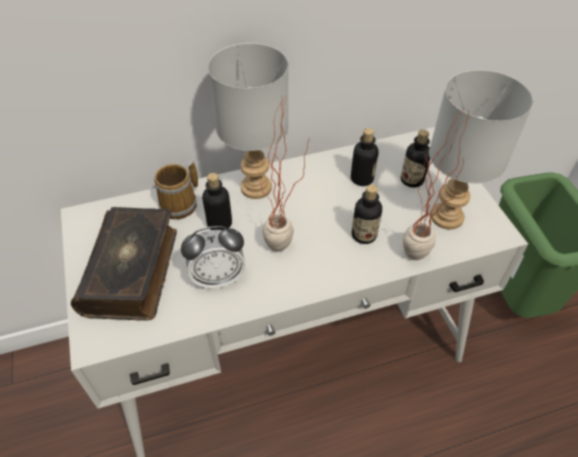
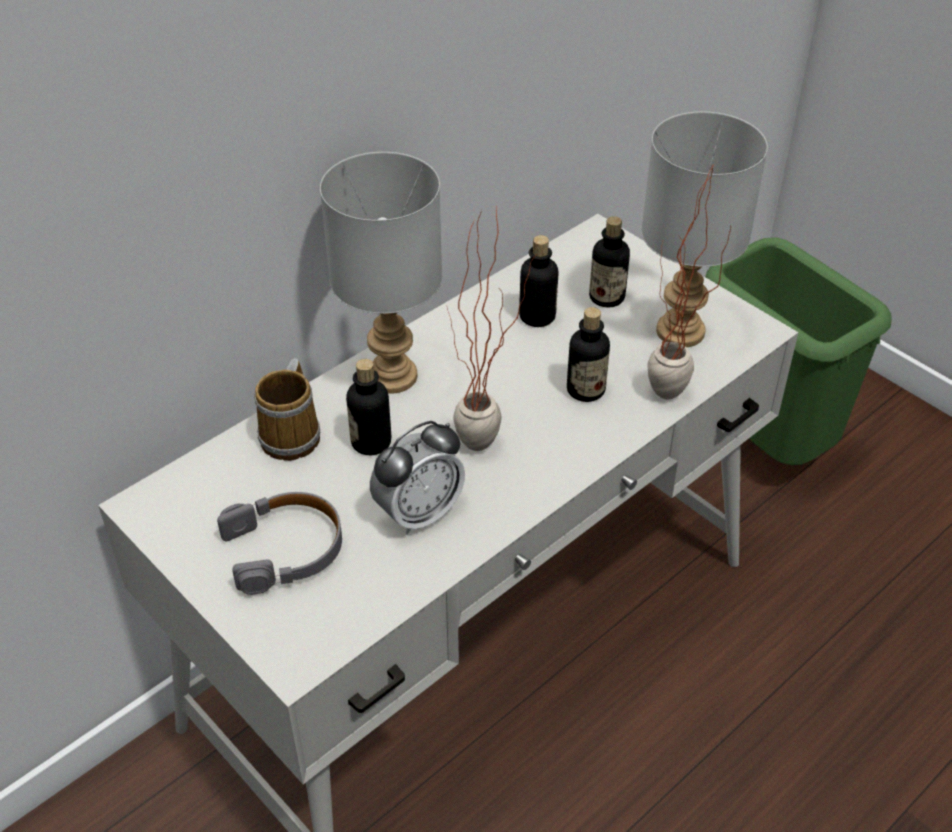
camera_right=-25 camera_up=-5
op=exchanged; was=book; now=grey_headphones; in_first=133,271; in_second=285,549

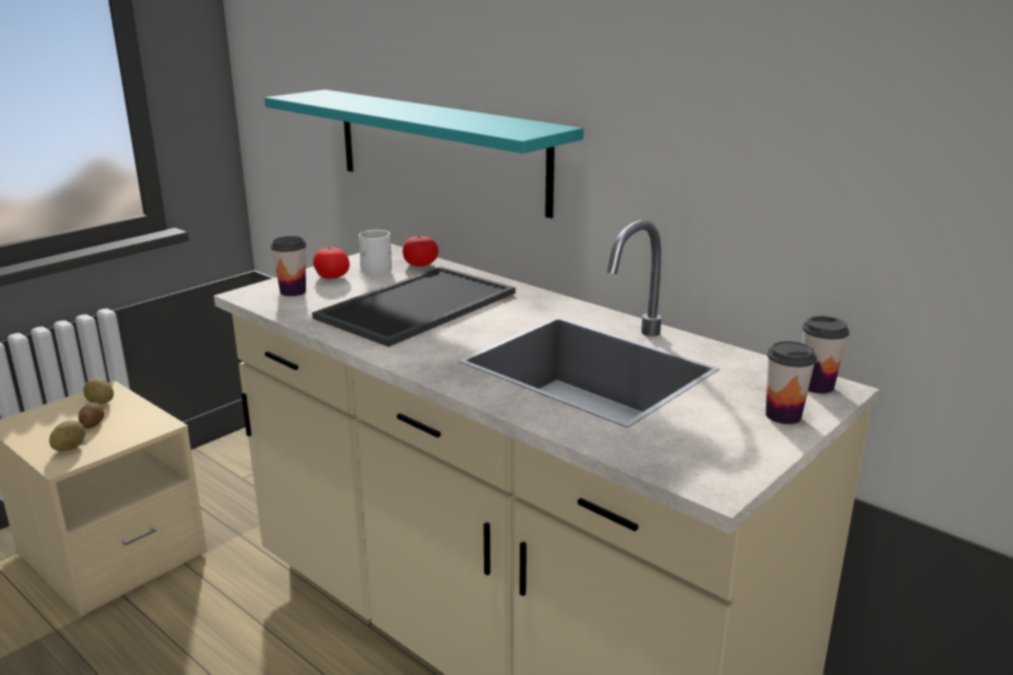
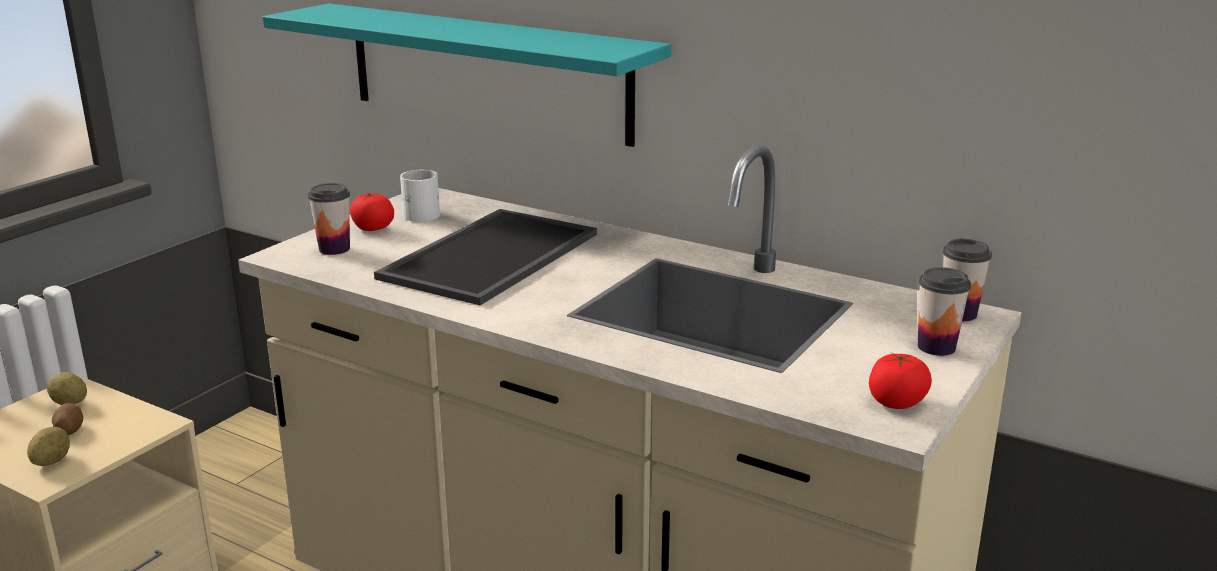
camera_right=-10 camera_up=0
op=relocated; was=tomato; in_first=421,264; in_second=896,402

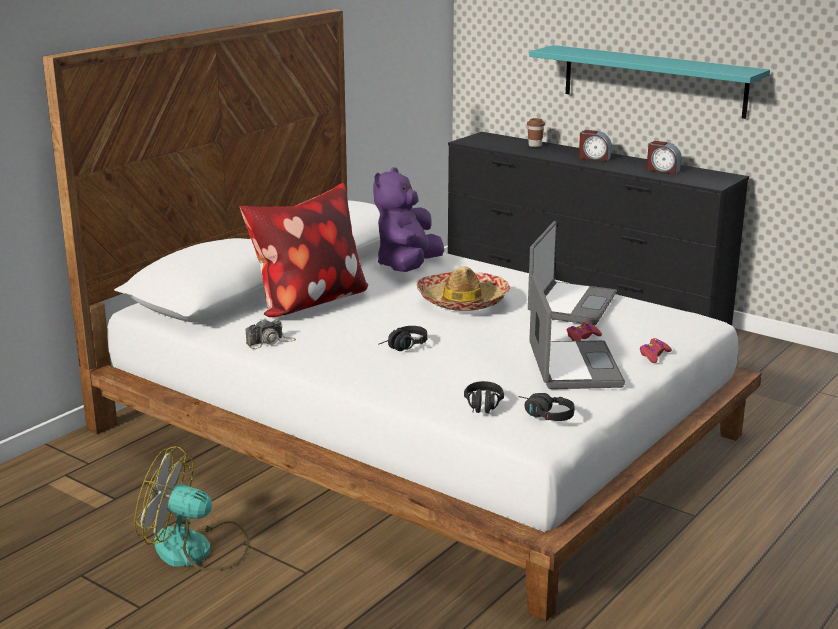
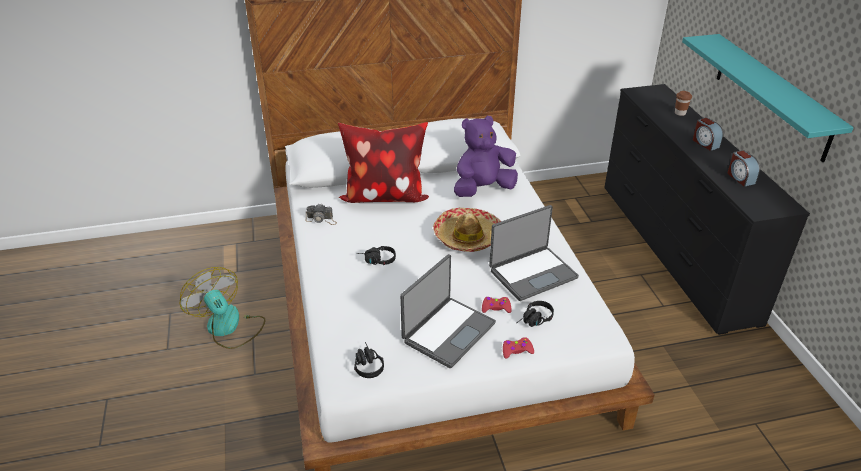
camera_right=40 camera_up=15
op=relocated; was=black_headphones; in_first=483,408; in_second=534,321

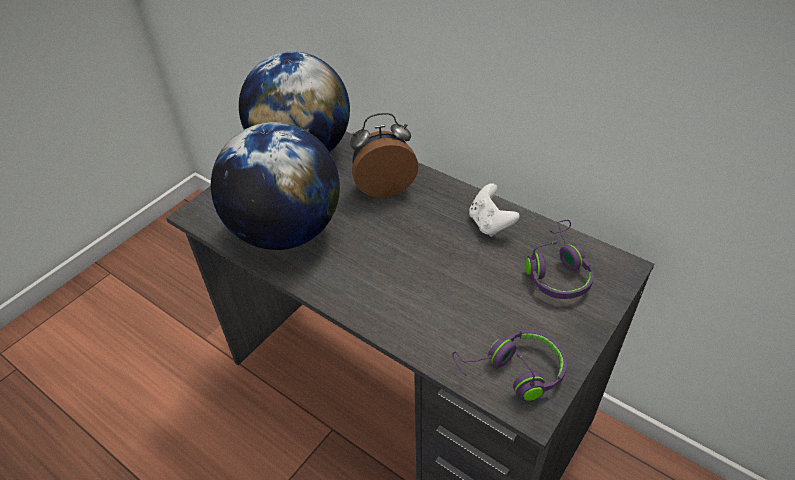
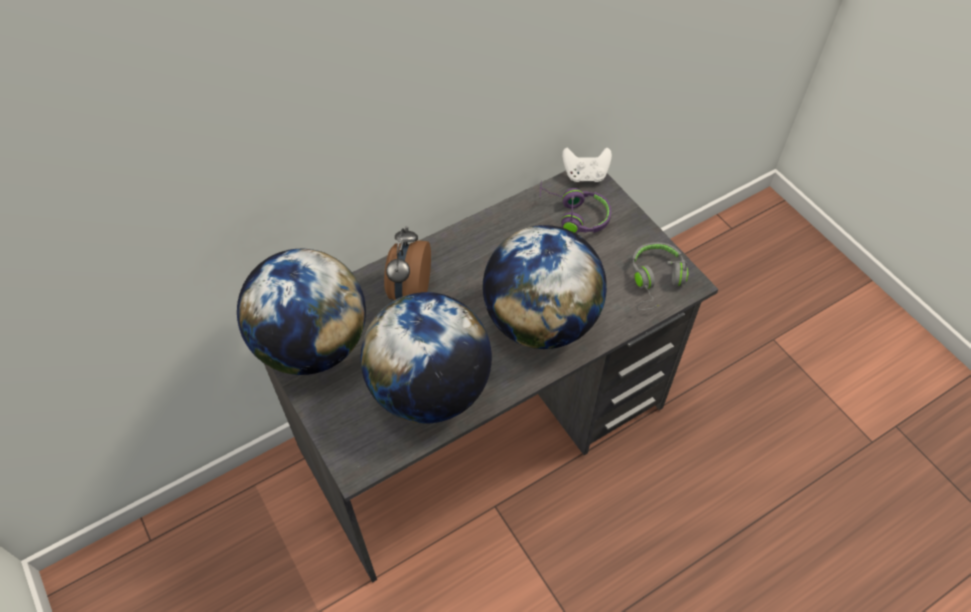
camera_right=-70 camera_up=10
op=appeared; now=globe; in_second=540,321
op=relocated; was=white_game_controller; in_first=490,224; in_second=585,175
op=colour; was=purple_headphones; now=grey_headphones; in_first=513,372; in_second=655,281

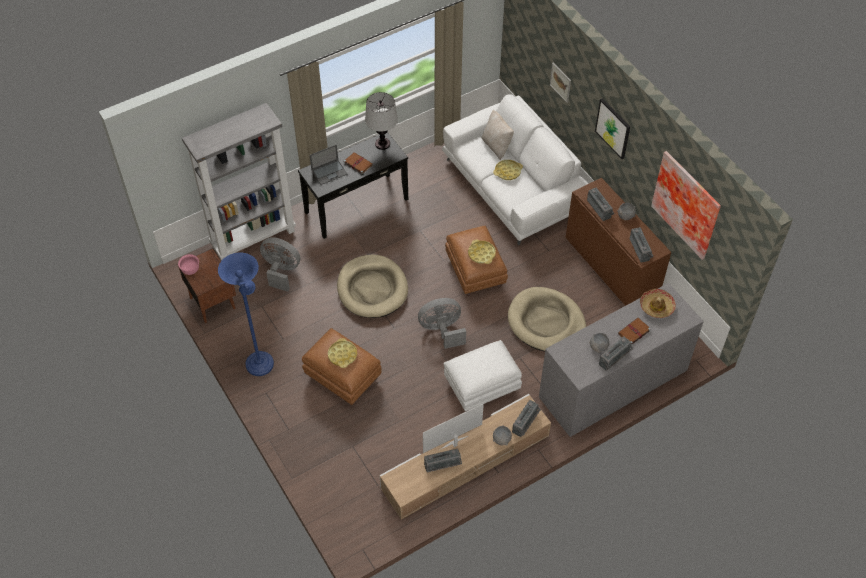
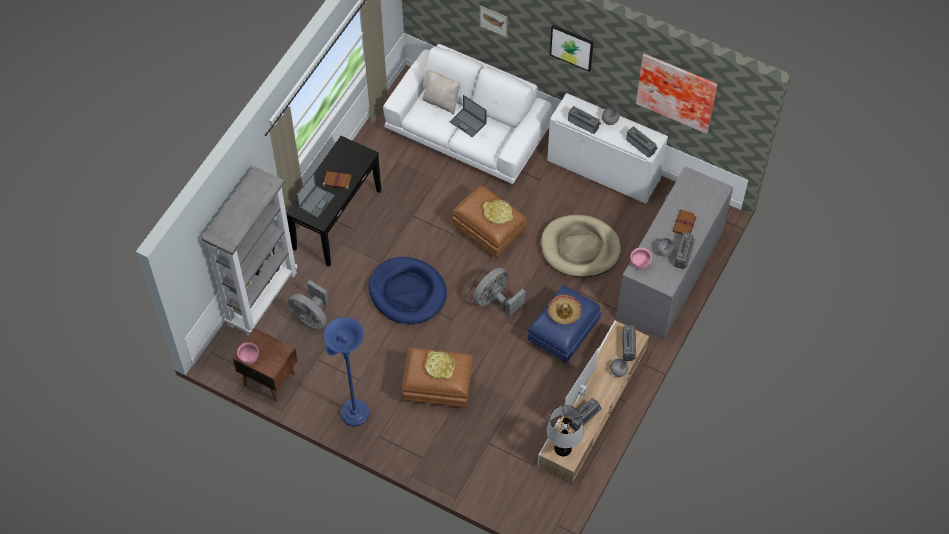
camera_right=-30 camera_up=5
op=spun; was=grey_fan; in_first=281,271; in_second=311,317; clockwise=-135
op=colour; was=beige_dog_bed; now=blue_dog_bed; in_first=372,288; in_second=407,292
op=exchanged; was=yellow_tray; now=laptop; in_first=507,172; in_second=468,123
op=colour; was=white_ottoman; now=blue_ottoman; in_first=481,387; in_second=563,335
op=colour; was=brown_cabinet; now=white_cabinet; in_first=611,267; in_second=603,170
op=relocated; was=table_lamp; in_first=382,144; in_second=563,448
op=relocated; was=hat; in_first=656,306; in_second=564,312
op=appeared; now=pink_bowl; in_second=640,263

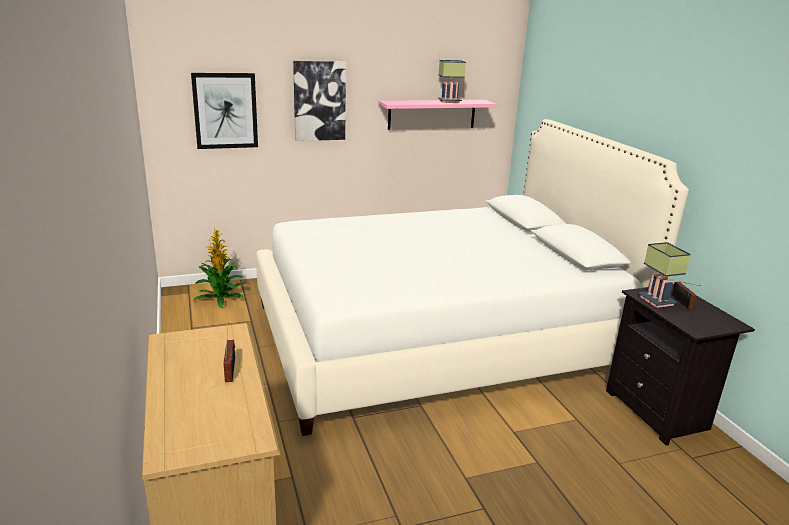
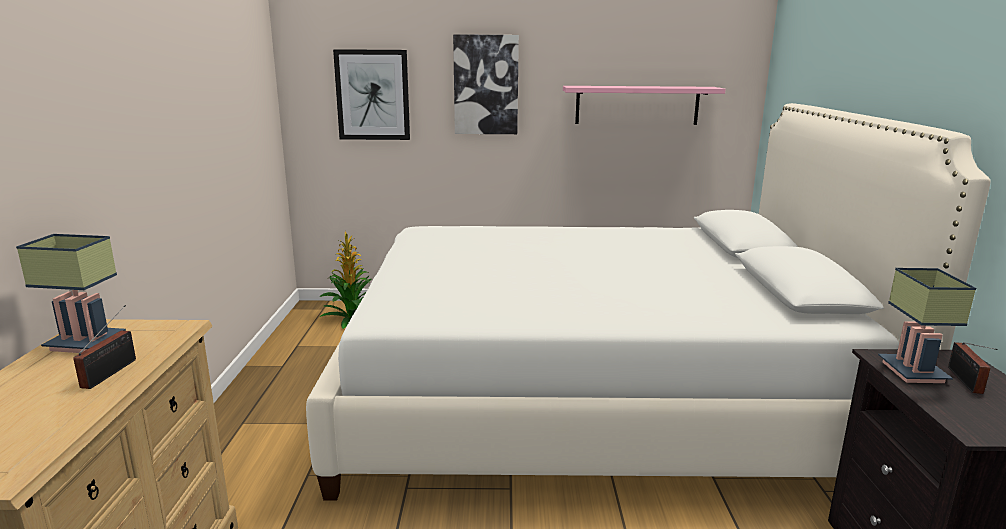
camera_right=20 camera_up=-5
op=relocated; was=table_lamp; in_first=450,101; in_second=90,343

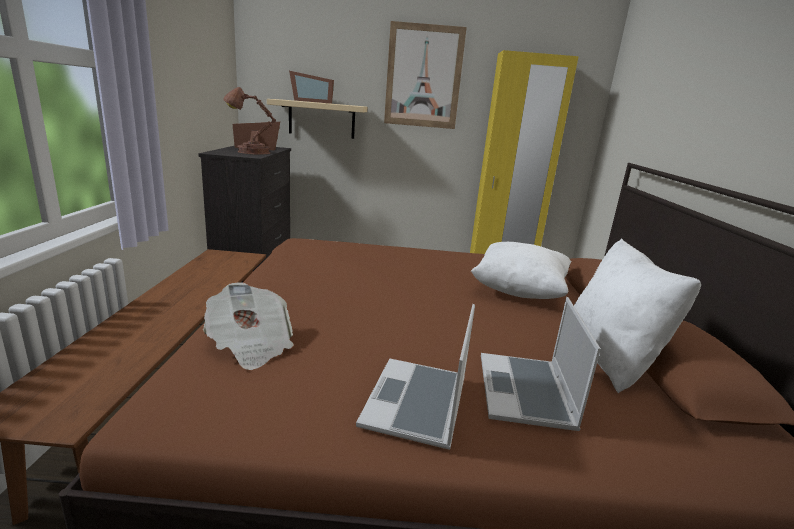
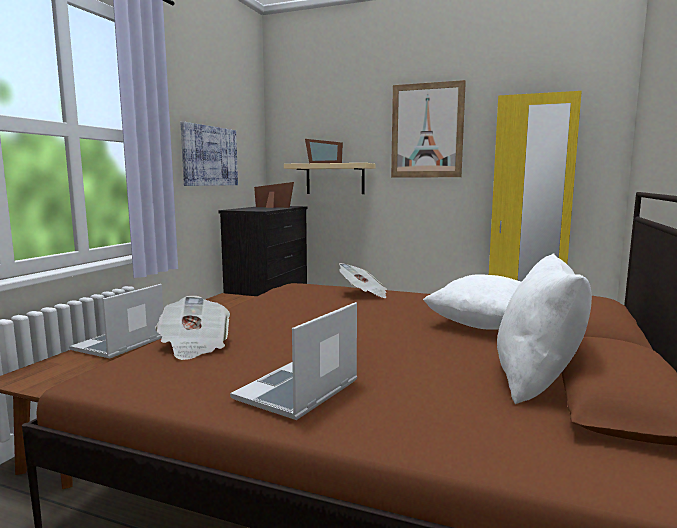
camera_right=20 camera_up=-10
op=relocated; was=laptop; in_first=526,393; in_second=119,344
op=appeared; now=picture; in_second=209,156
op=appeared; now=newspaper; in_second=364,294
op=missing; was=brown_table_lamp; in_first=251,152

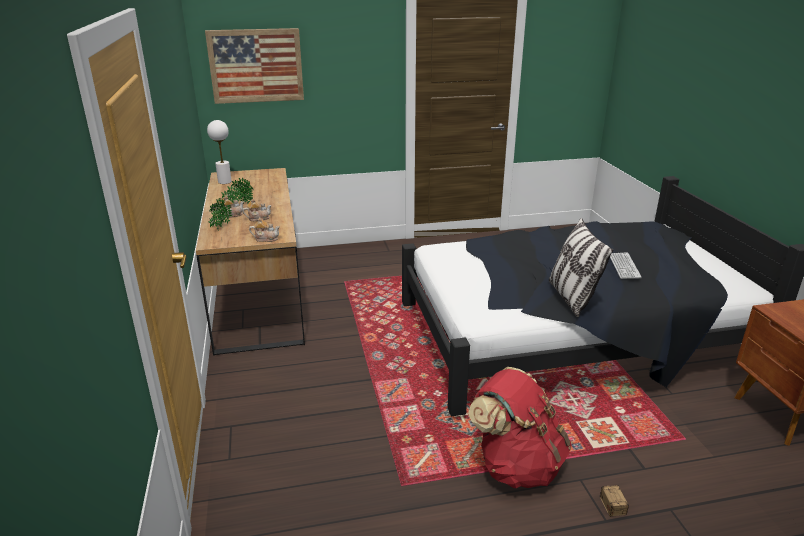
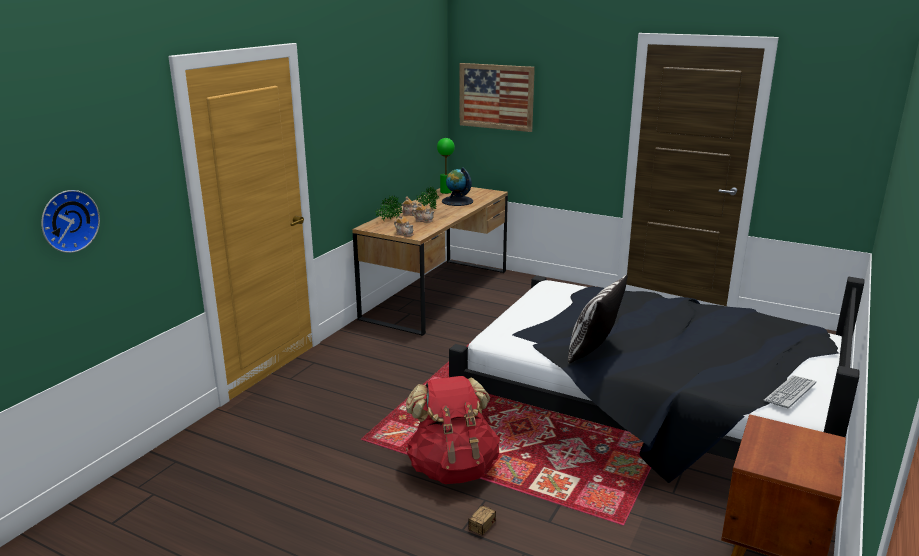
camera_right=40 camera_up=-5
op=appeared; now=wall_clock; in_second=68,220
op=colour; was=white_table_lamp; now=green_table_lamp; in_first=224,182; in_second=445,192
op=appeared; now=globe; in_second=457,201
op=relocated; was=keyboard; in_first=624,266; in_second=790,392

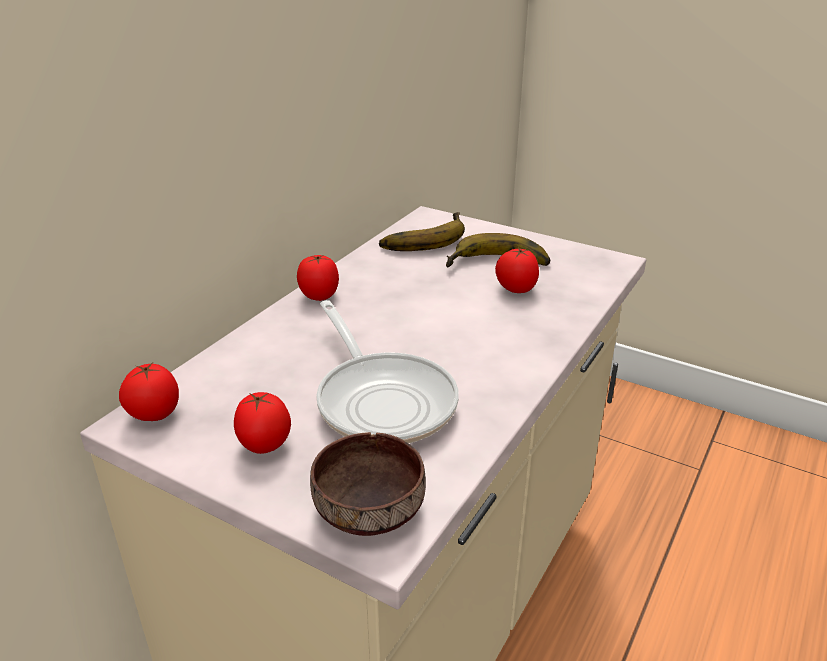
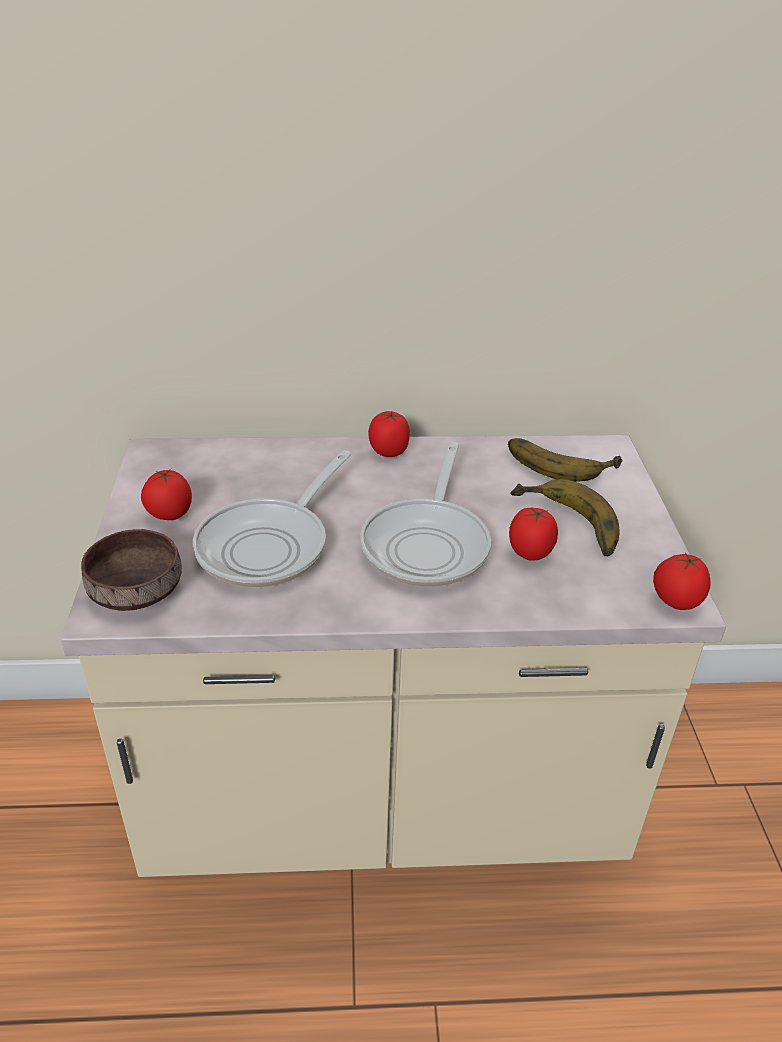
camera_right=55 camera_up=5
op=appeared; now=frying_pan; in_second=428,543
op=relocated; was=tomato; in_first=154,415; in_second=675,601

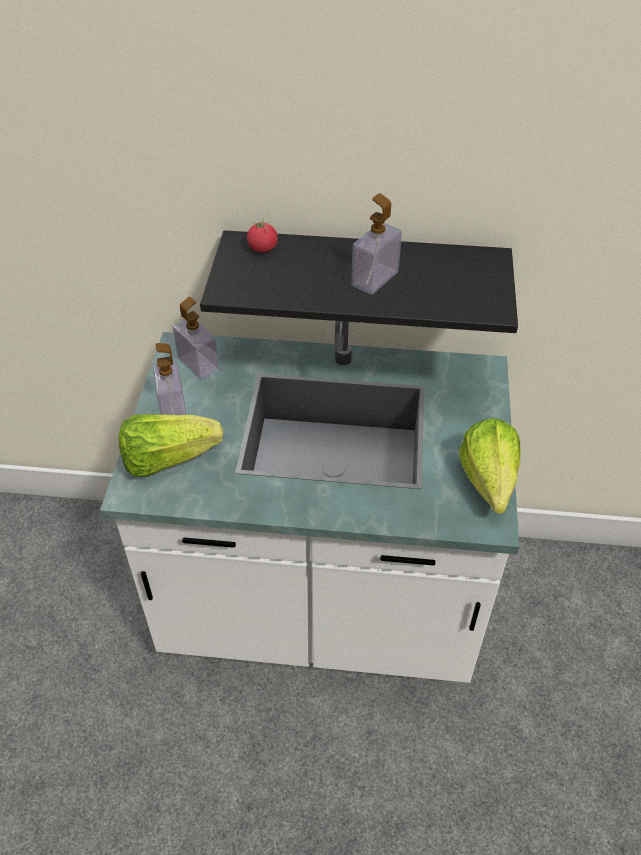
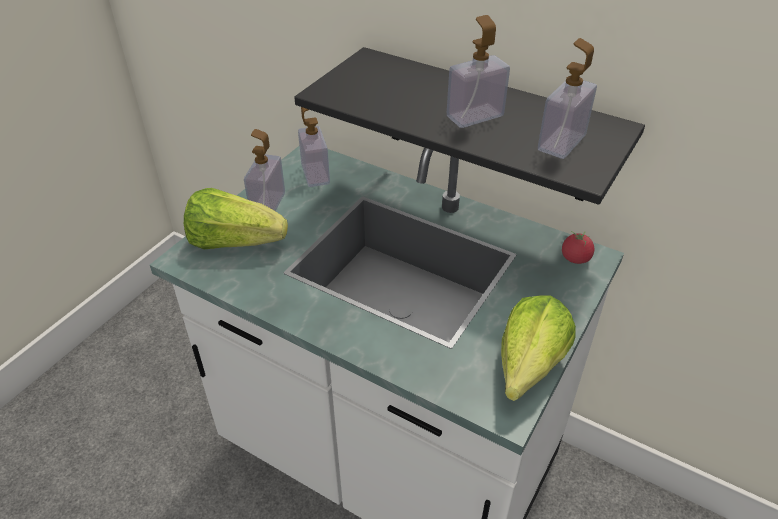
camera_right=25 camera_up=-5
op=appeared; now=soap_dispenser; in_second=561,143
op=relocated; was=tomato; in_first=262,248; in_second=575,258

